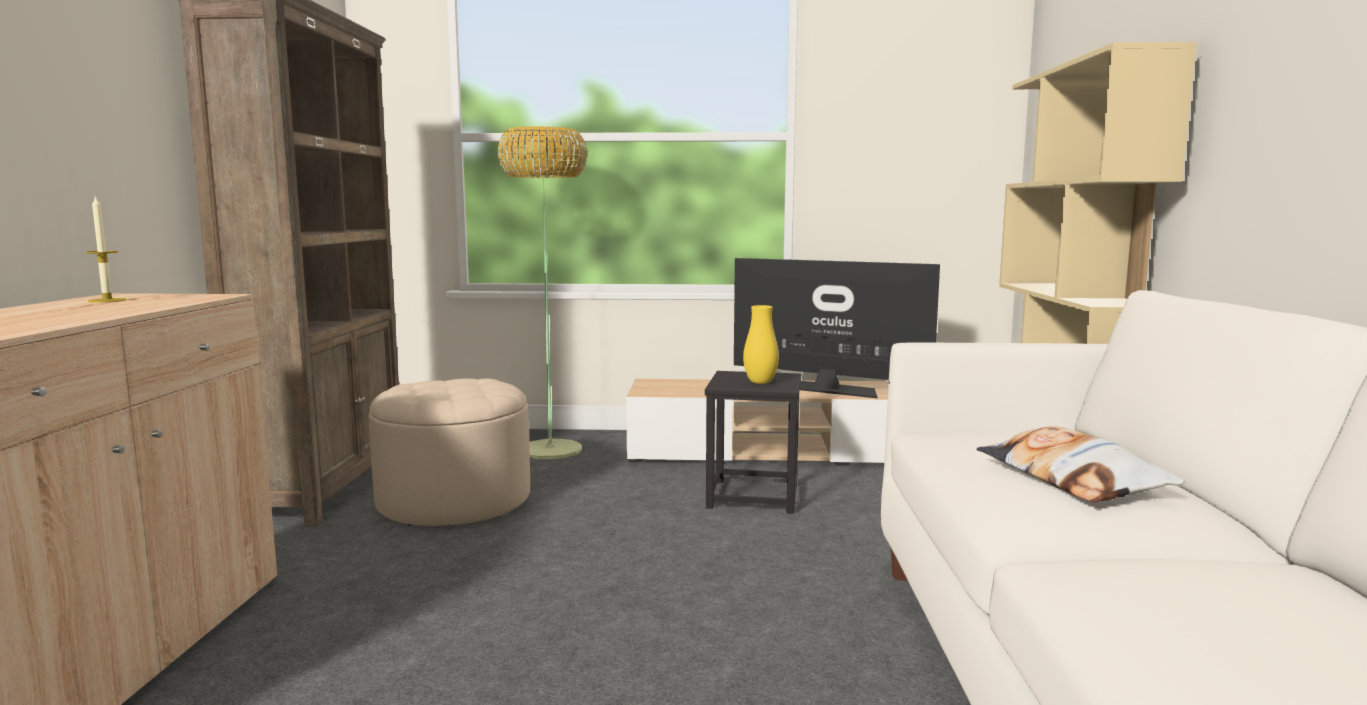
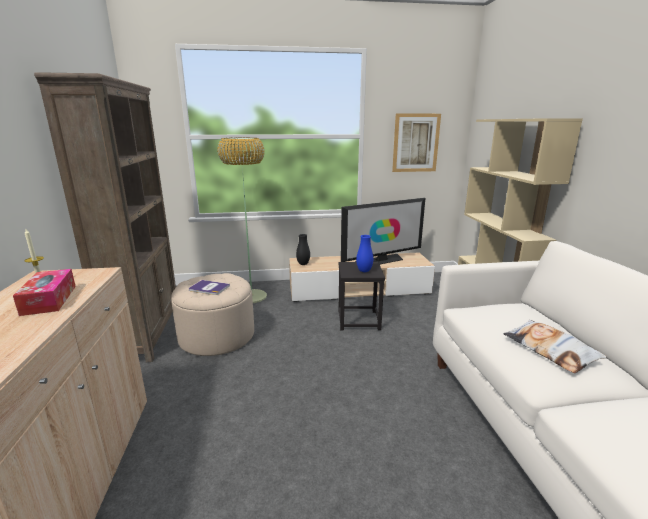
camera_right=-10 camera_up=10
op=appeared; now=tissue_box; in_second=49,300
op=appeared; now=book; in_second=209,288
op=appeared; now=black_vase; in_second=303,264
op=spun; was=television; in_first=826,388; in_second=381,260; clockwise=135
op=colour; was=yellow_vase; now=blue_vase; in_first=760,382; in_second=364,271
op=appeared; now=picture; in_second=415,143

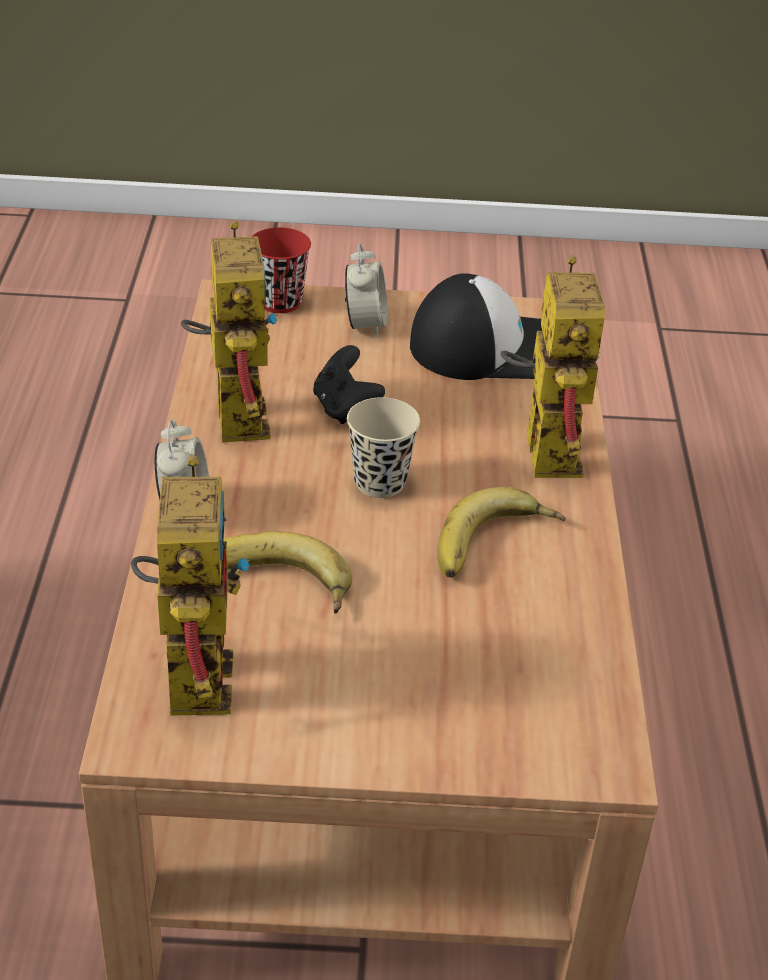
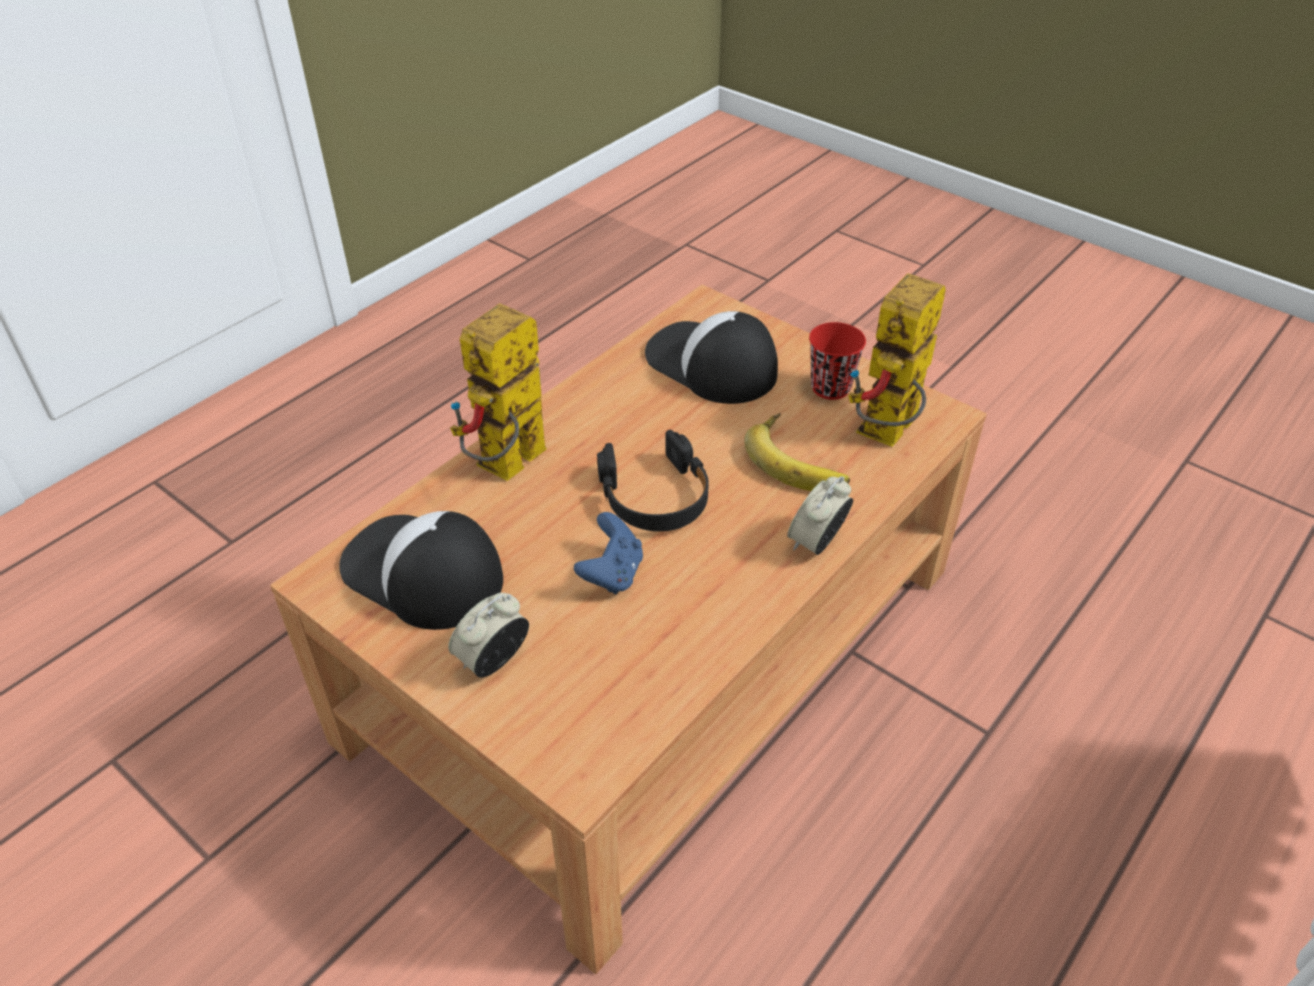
camera_right=-140 camera_up=5
op=colour; was=black_game_controller; now=blue_game_controller; in_first=345,408; in_second=612,573
op=exchanged; was=beige_cup; now=black_headphones; in_first=380,482; in_second=655,496
op=appeared; now=cap; in_second=710,364
op=relocated; was=red_cup; in_first=279,302; in_second=830,388
op=missing; was=toy_robot; in_first=233,410
op=missing; was=banana; in_first=495,546

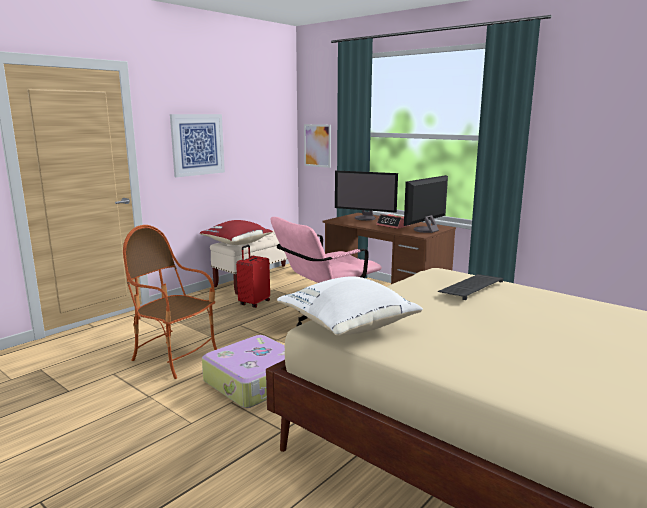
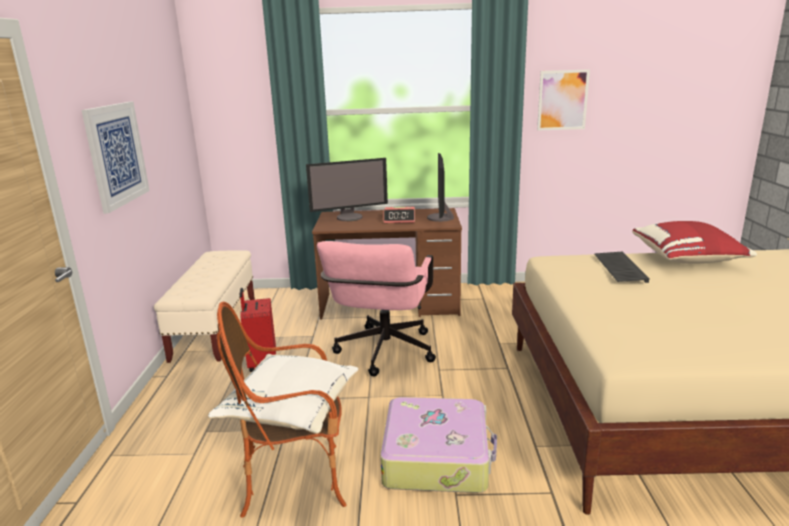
camera_right=-40 camera_up=5
op=relocated; was=white_pillow; in_first=349,326; in_second=291,411
op=relocated; was=picture; in_first=317,145; in_second=562,100
op=relocated; was=red_pillow; in_first=237,243; in_second=688,260

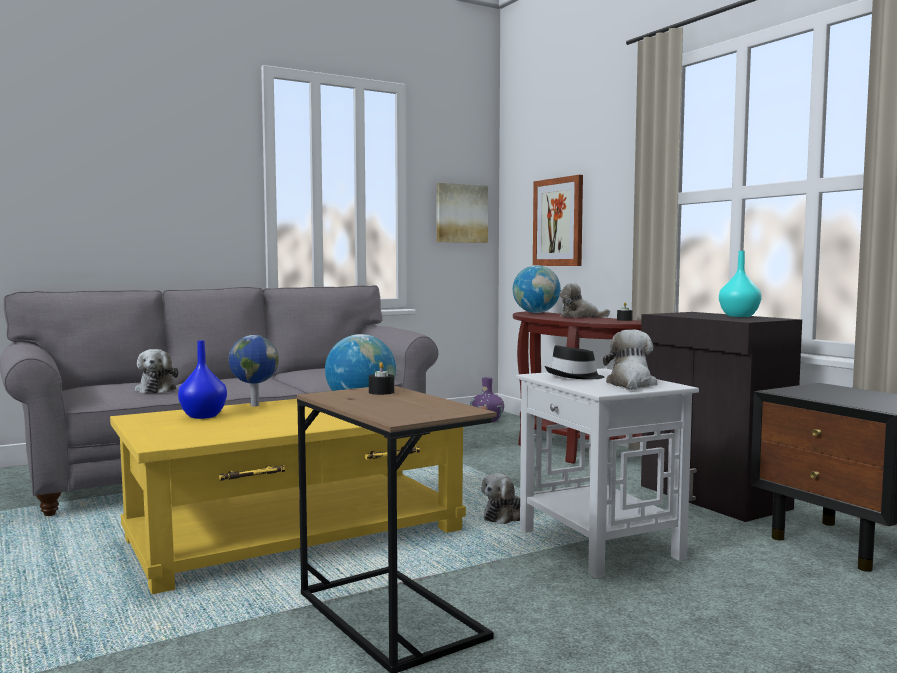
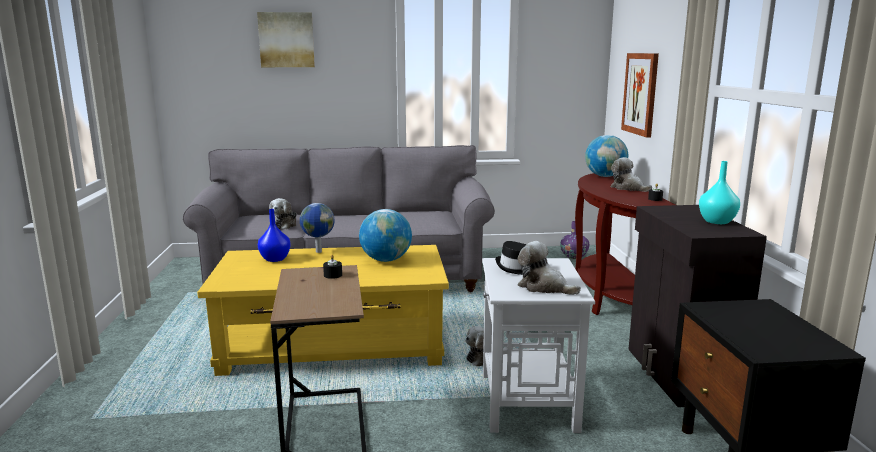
camera_right=25 camera_up=10
op=relocated; was=picture; in_first=461,213; in_second=286,40
op=spun; was=plush_toy; in_first=630,384; in_second=544,287; clockwise=-90

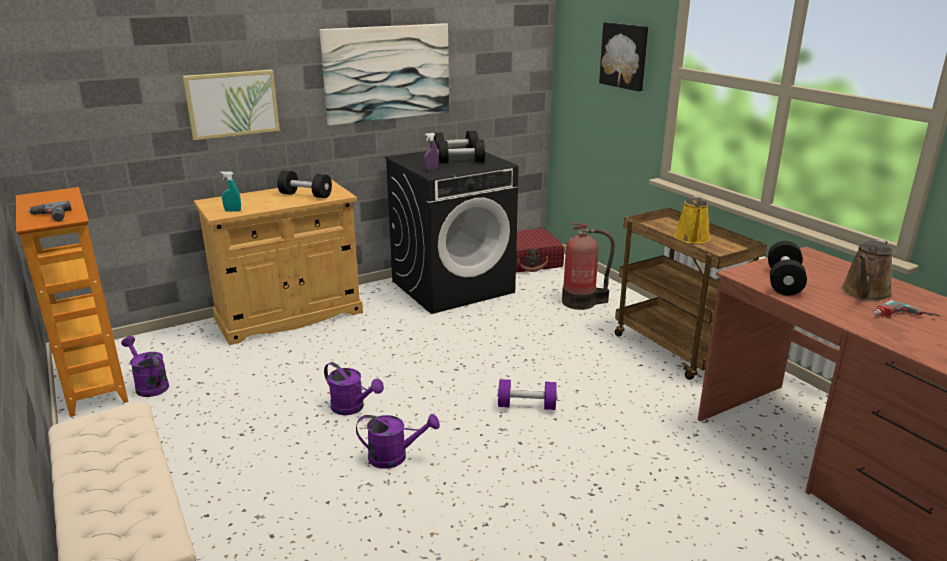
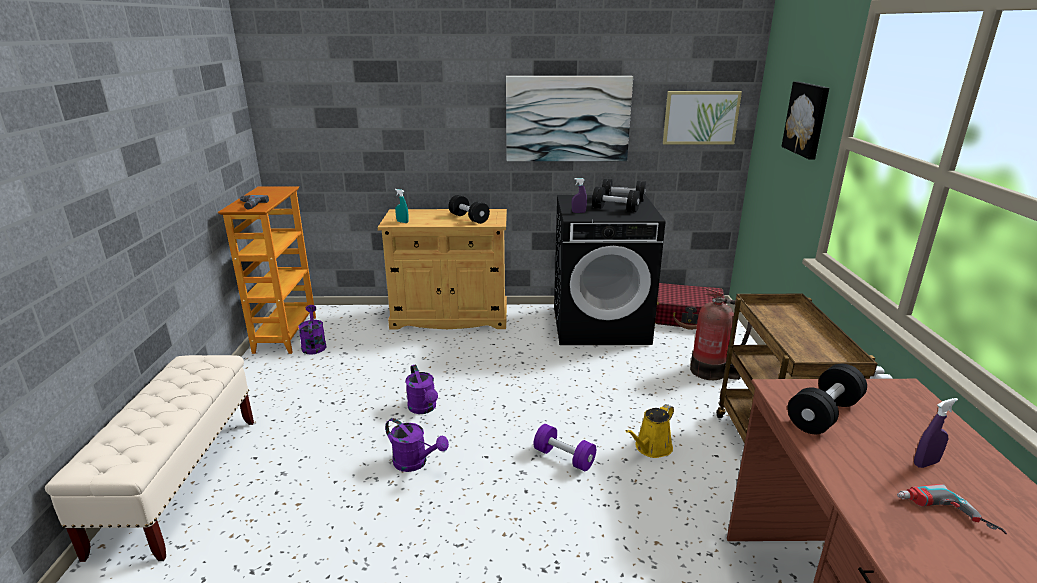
camera_right=30 camera_up=0
op=relocated; was=yellow_watering_can; in_first=692,238; in_second=651,448
op=relocated; was=picture; in_first=232,104; in_second=700,117
op=exchanged; was=brown_watering_can; now=purple_spray_bottle; in_first=864,293; in_second=925,463

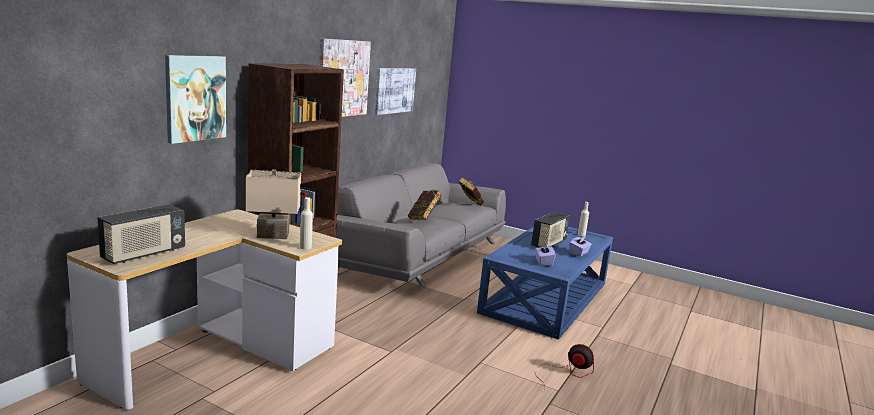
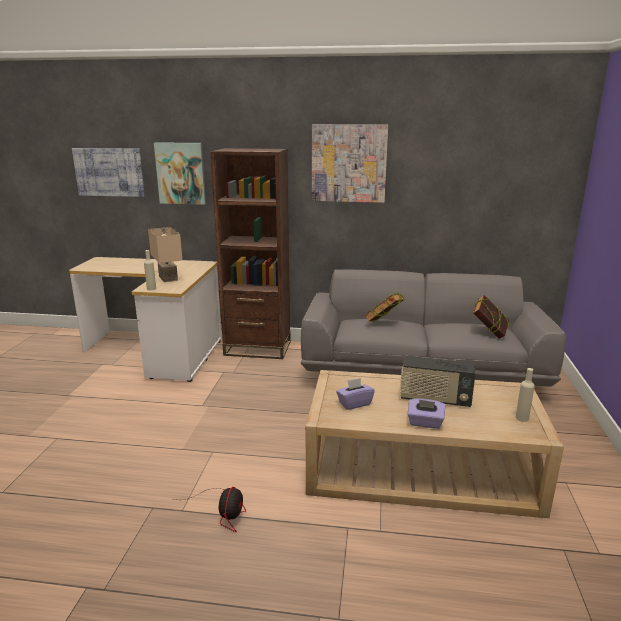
camera_right=70 camera_up=5
op=relocated; was=picture; in_first=394,90; in_second=109,172
op=colour; was=blue_coffee_table; now=beige_coffee_table; in_first=544,297; in_second=420,468
op=missing; was=radio; in_first=144,254

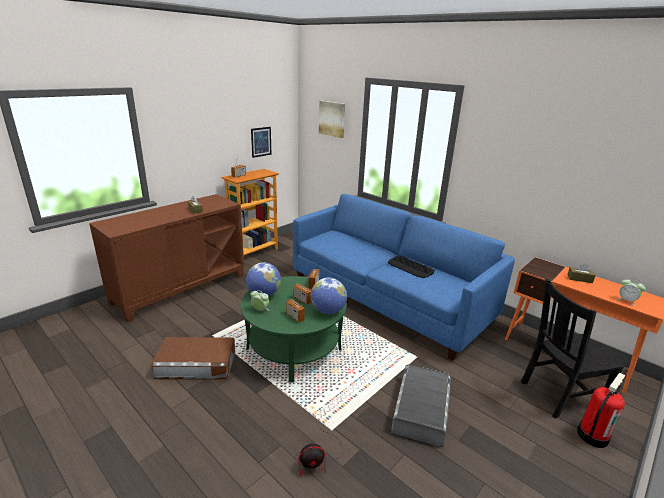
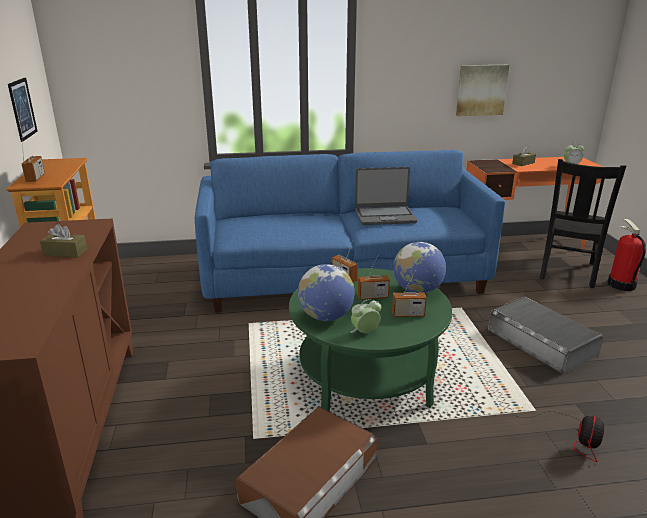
camera_right=-50 camera_up=0
op=exchanged; was=keyboard; now=laptop; in_first=410,267; in_second=385,216
op=relocated; was=picture; in_first=332,119; in_second=481,90

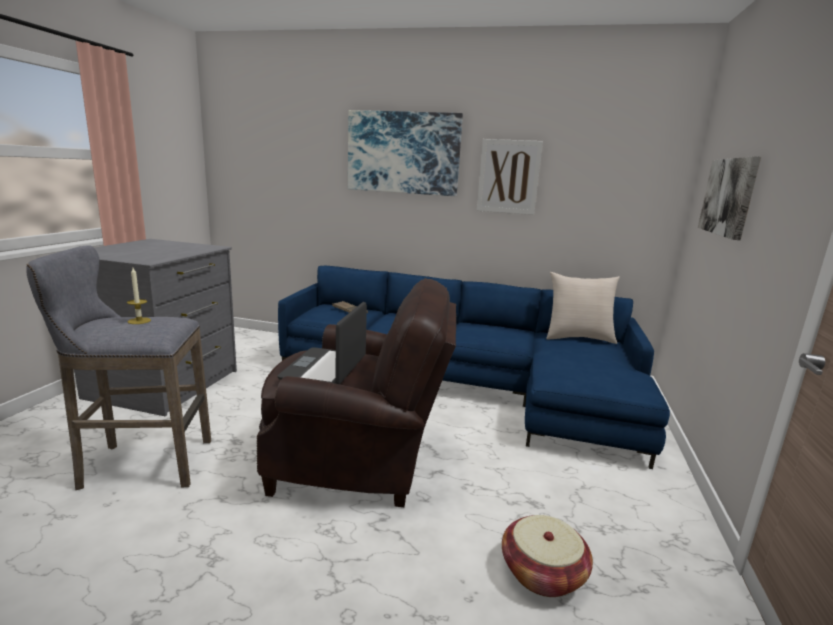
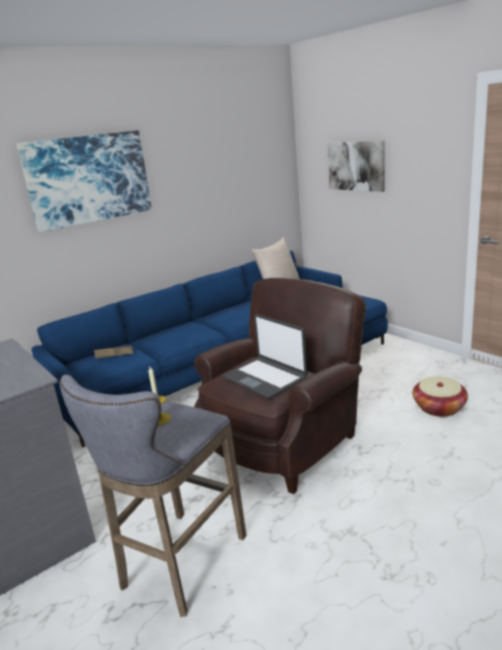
camera_right=-50 camera_up=5
op=missing; was=picture; in_first=508,177

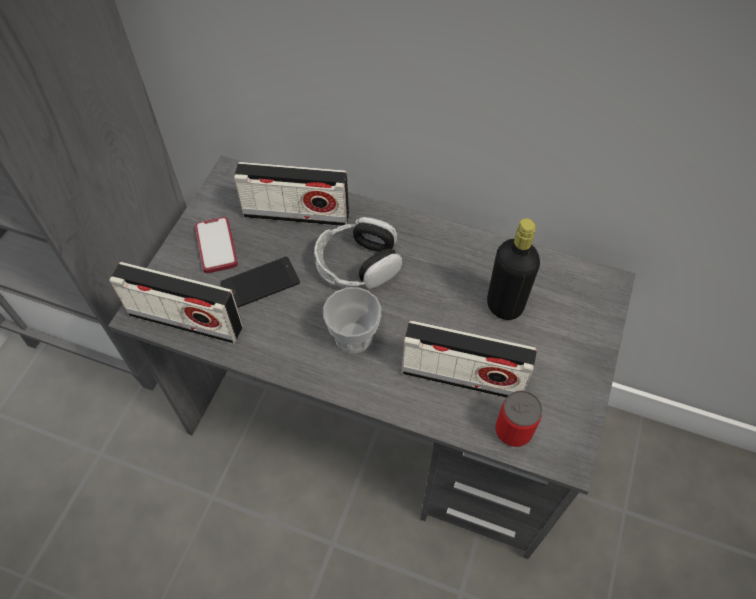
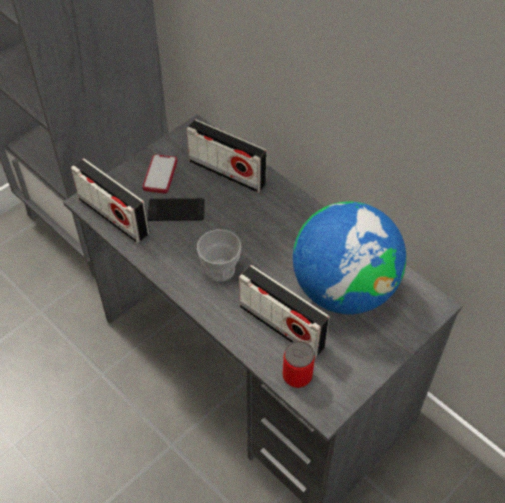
camera_right=25 camera_up=-5
op=exchanged; was=black_bottle; now=globe; in_first=504,305; in_second=343,290
op=missing; was=headphones; in_first=358,264

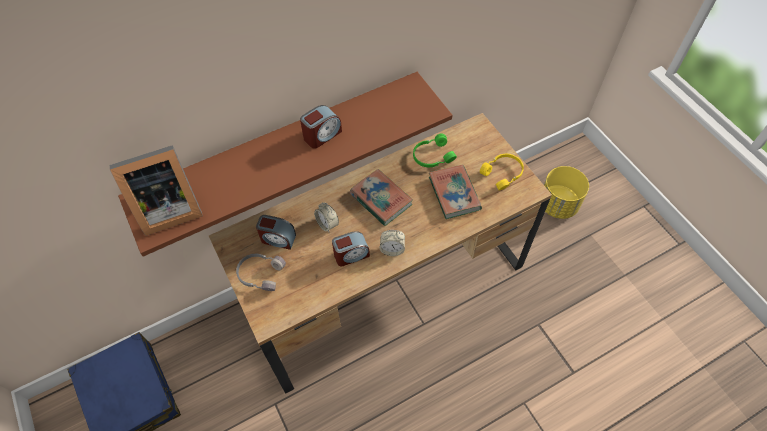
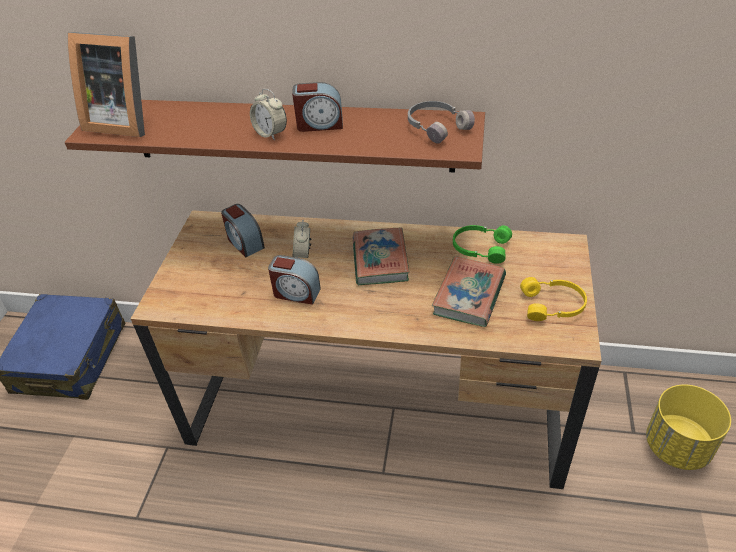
camera_right=40 camera_up=-15
op=relocated; was=alarm_clock; in_first=392,249; in_second=271,133
op=relocated; was=grey_headphones; in_first=260,273; in_second=437,126

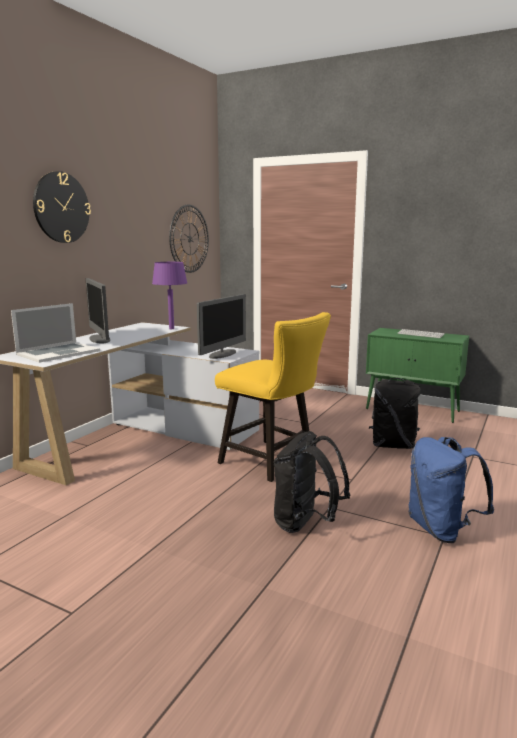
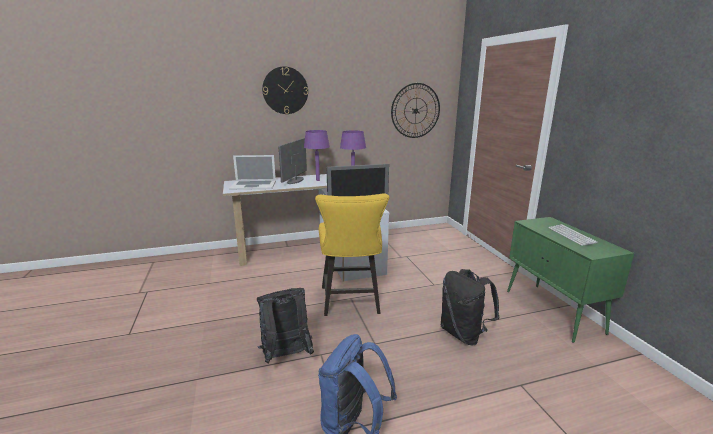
camera_right=45 camera_up=5
op=appeared; now=purple_table_lamp; in_second=317,180

